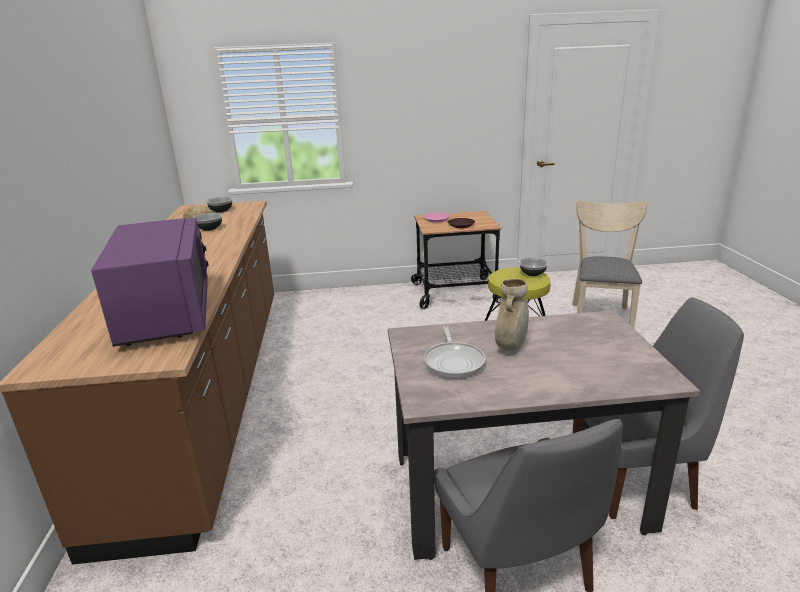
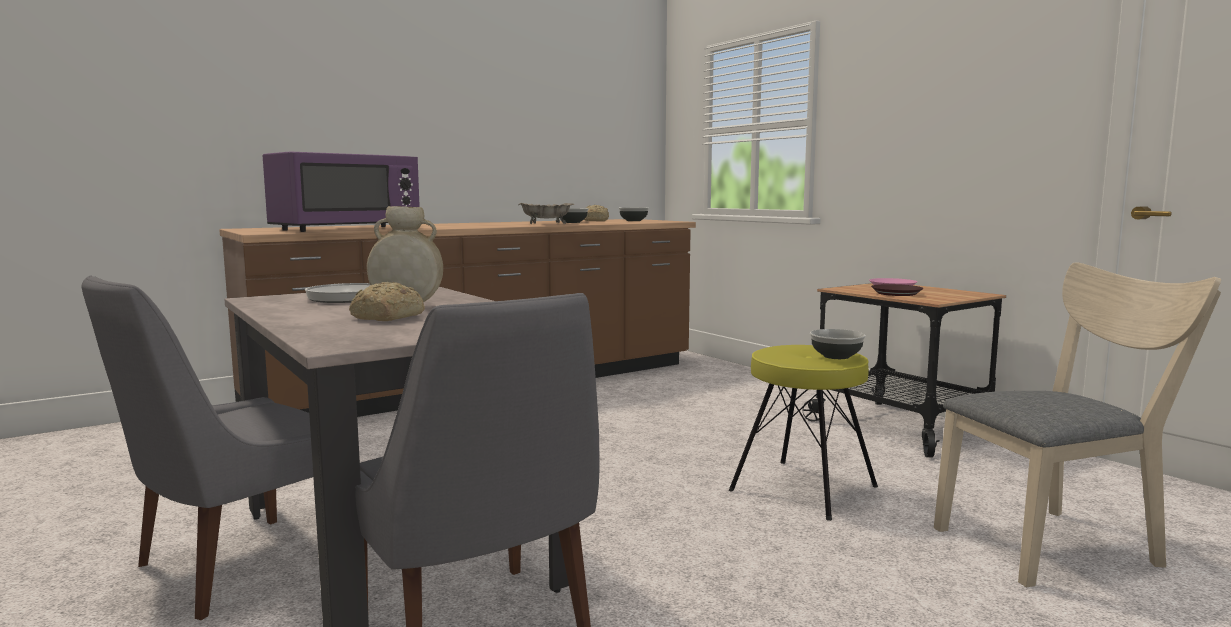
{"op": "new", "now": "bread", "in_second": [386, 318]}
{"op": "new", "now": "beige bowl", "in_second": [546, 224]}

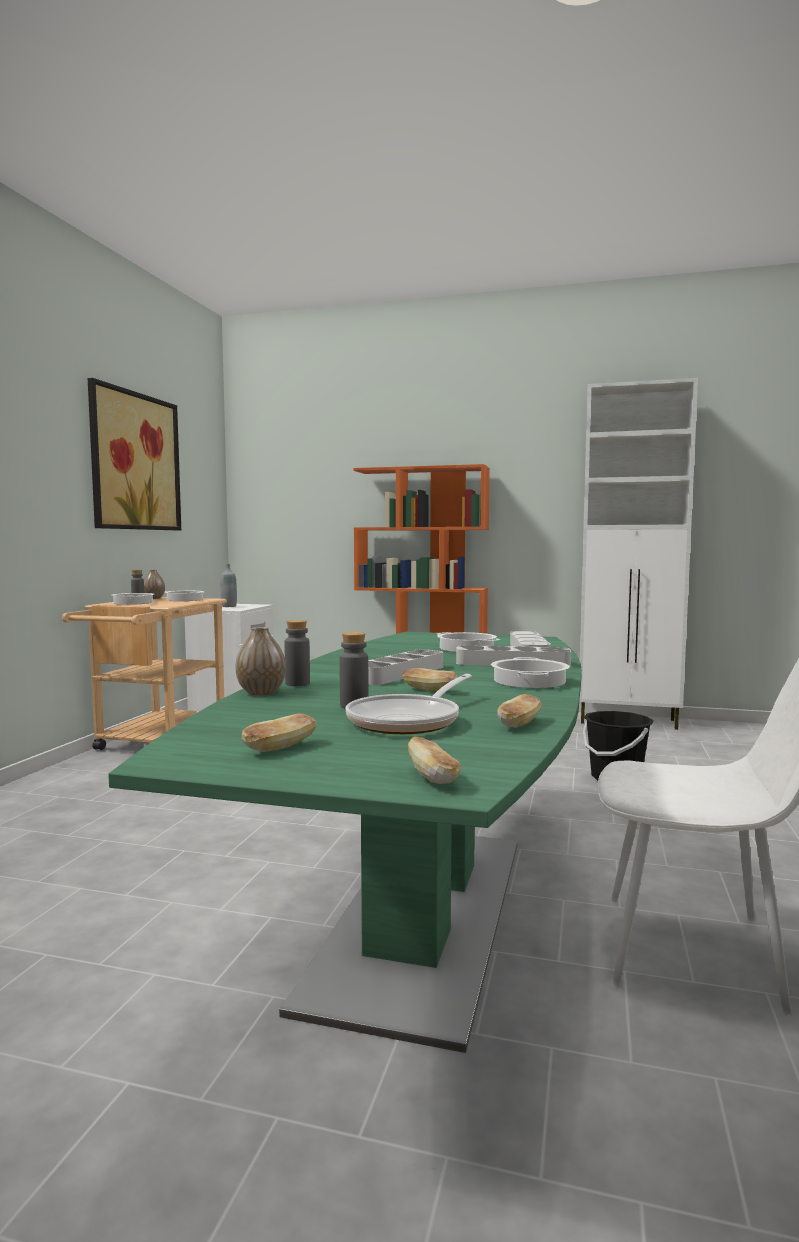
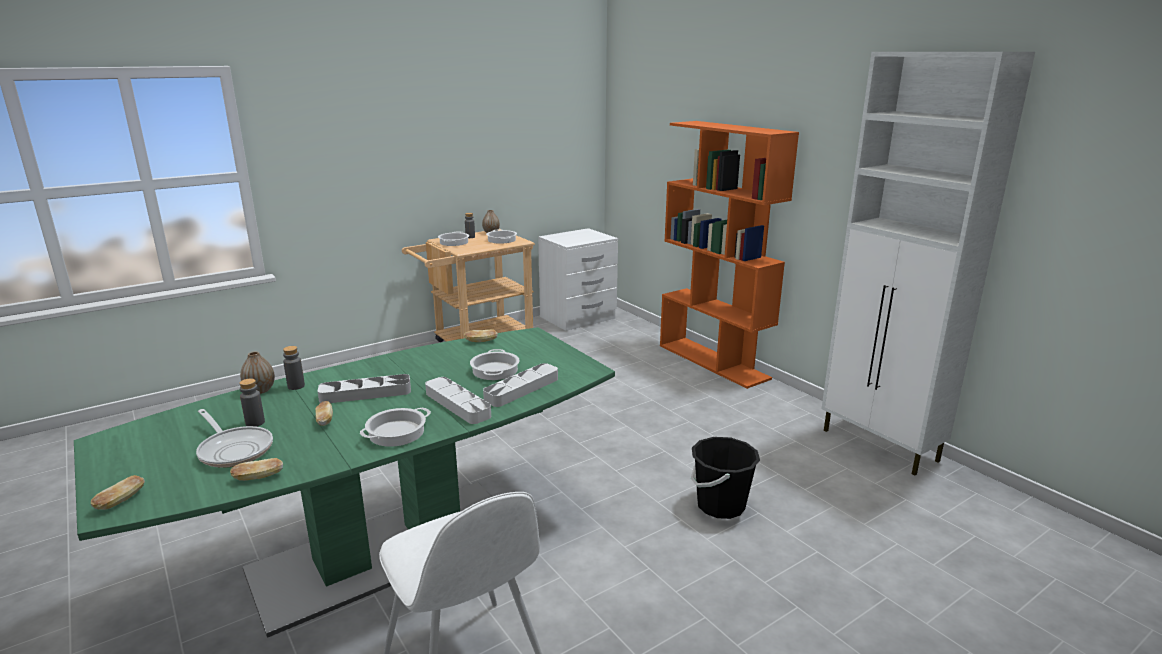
{"op": "rotated", "was": "frying pan", "in_first": [409, 721], "in_second": [234, 449], "clockwise": -120}
{"op": "shifted", "was": "bread", "in_first": [280, 748], "in_second": [481, 341]}
{"op": "gone", "was": "picture", "in_first": [135, 462]}
{"op": "gone", "was": "grey bottle", "in_first": [229, 606]}

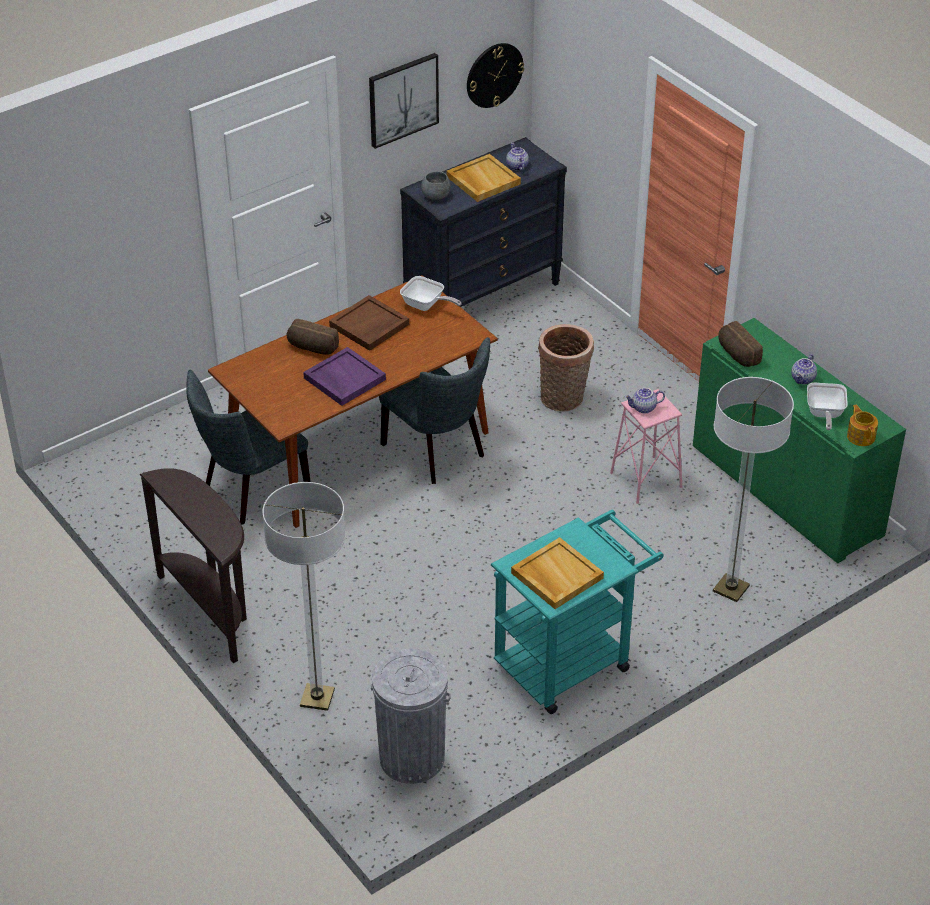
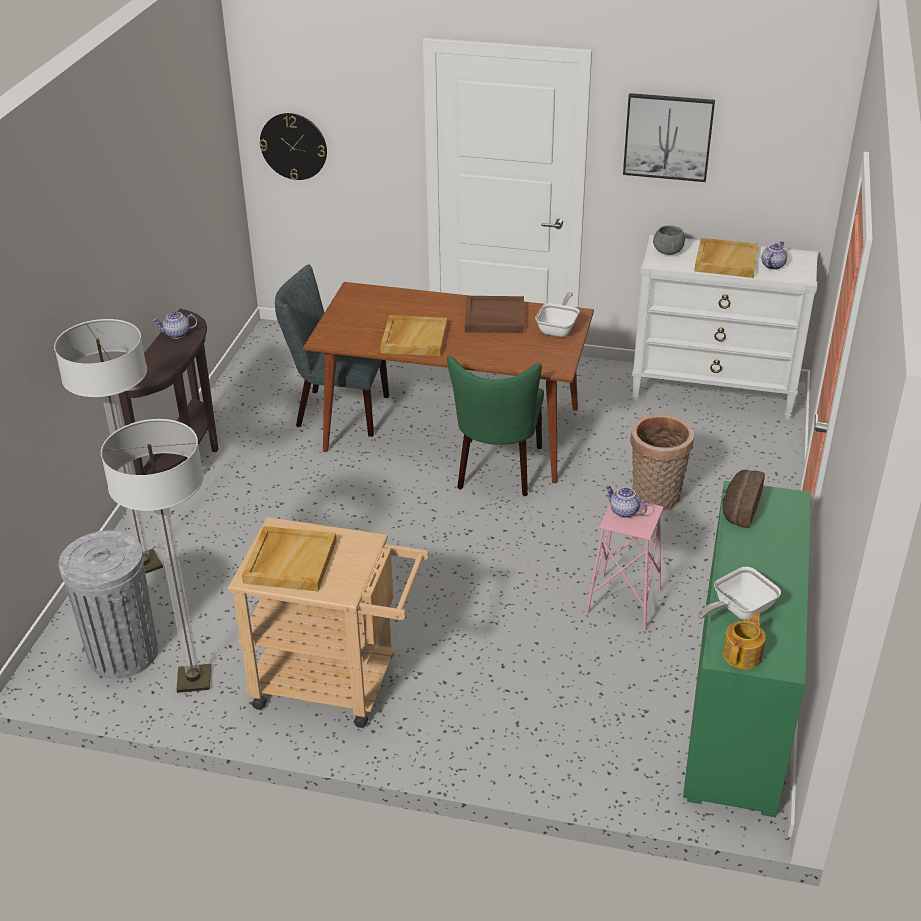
{"op": "shifted", "was": "floor lamp", "in_first": [731, 589], "in_second": [194, 680]}
{"op": "shifted", "was": "teapot", "in_first": [803, 379], "in_second": [177, 334]}
{"op": "repainted", "was": "turquoise cart", "now": "beige cart", "in_first": [571, 660], "in_second": [337, 683]}
{"op": "shifted", "was": "wall clock", "in_first": [494, 75], "in_second": [293, 146]}
{"op": "repainted", "was": "purple tray", "now": "beige tray", "in_first": [344, 379], "in_second": [414, 338]}
{"op": "repainted", "was": "grey chair", "now": "green chair", "in_first": [438, 452], "in_second": [497, 471]}
{"op": "rotated", "was": "frying pan", "in_first": [426, 305], "in_second": [558, 329], "clockwise": -150}
{"op": "repainted", "was": "black dresser", "now": "white dresser", "in_first": [483, 295], "in_second": [713, 392]}
{"op": "gone", "was": "bread", "in_first": [312, 348]}

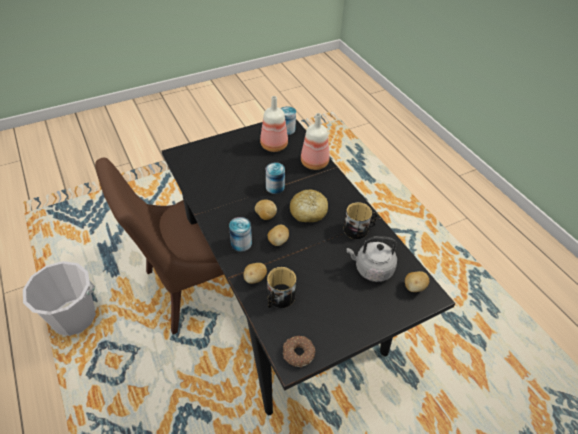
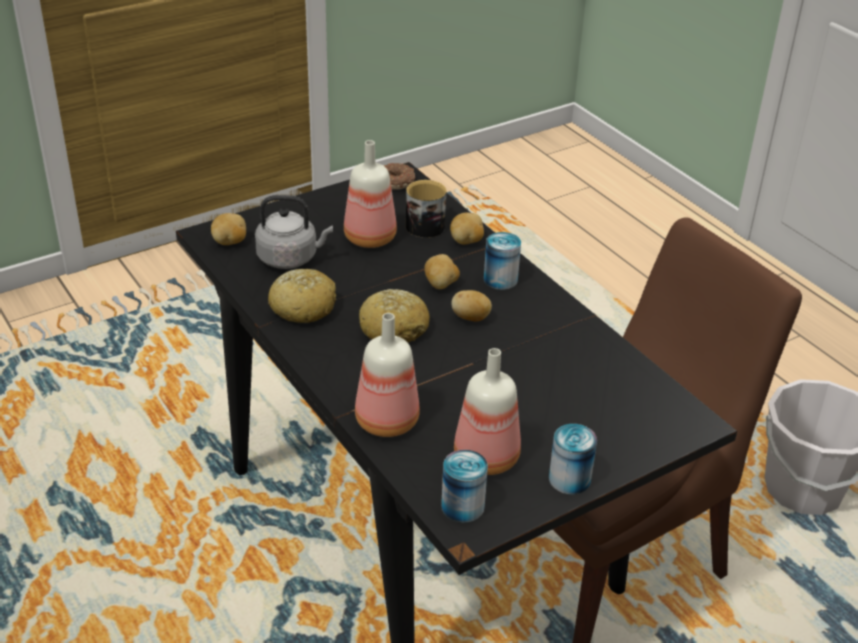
{"op": "swapped", "was": "mug", "now": "bread", "in_first": [359, 229], "in_second": [303, 307]}
{"op": "new", "now": "bottle", "in_second": [371, 239]}
{"op": "shifted", "was": "can", "in_first": [275, 187], "in_second": [569, 479]}

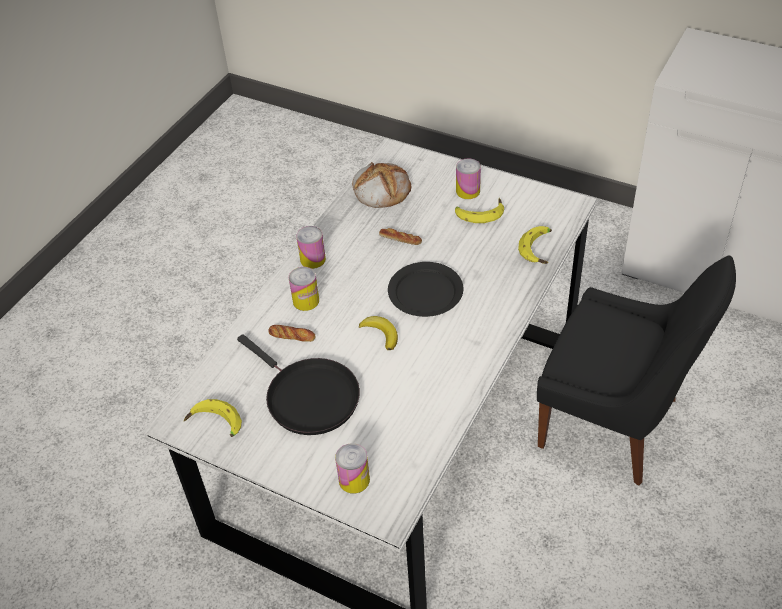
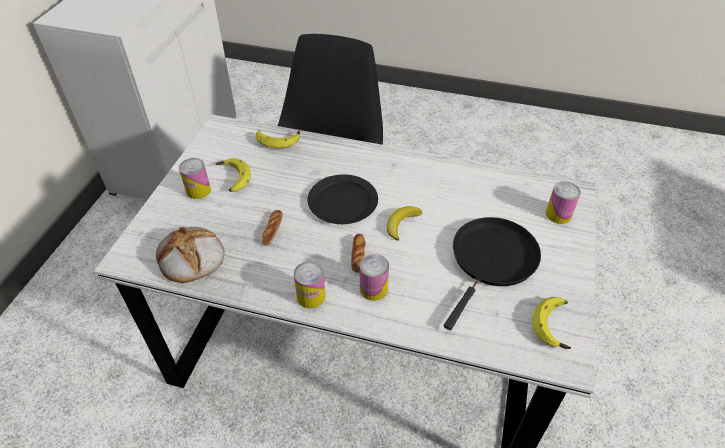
{"op": "shifted", "was": "bread", "in_first": [292, 336], "in_second": [358, 255]}

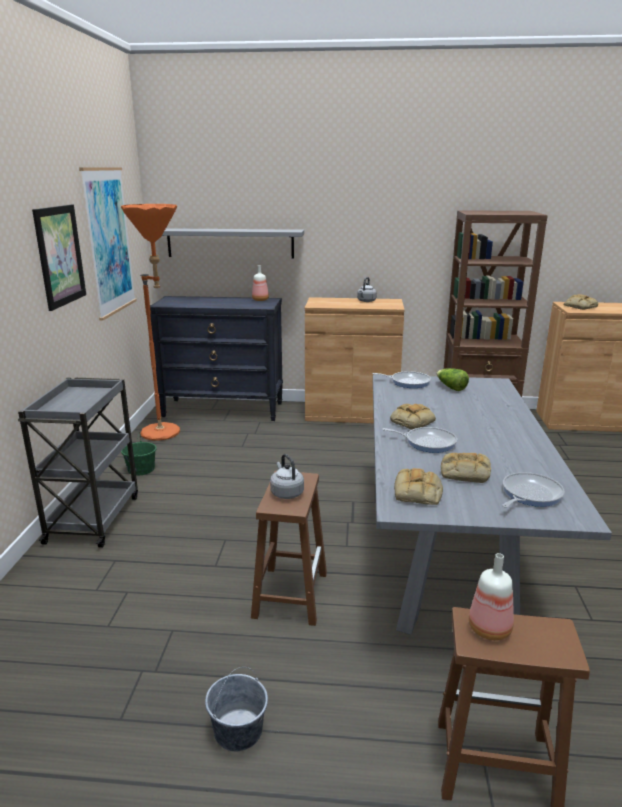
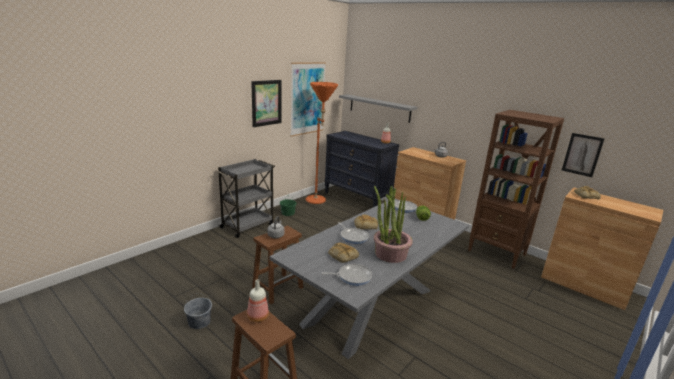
{"op": "new", "now": "potted plant", "in_second": [390, 254]}
{"op": "new", "now": "picture", "in_second": [582, 154]}
{"op": "gone", "was": "bread", "in_first": [418, 493]}

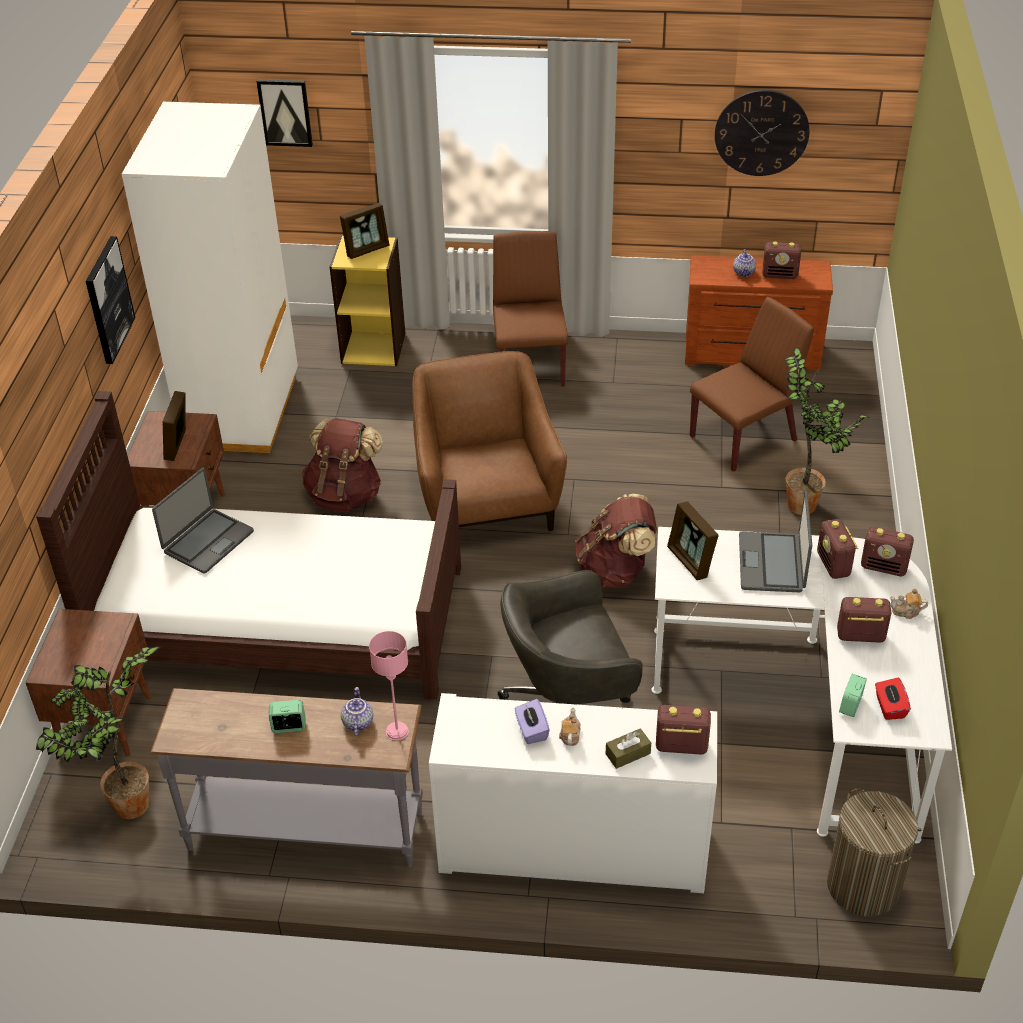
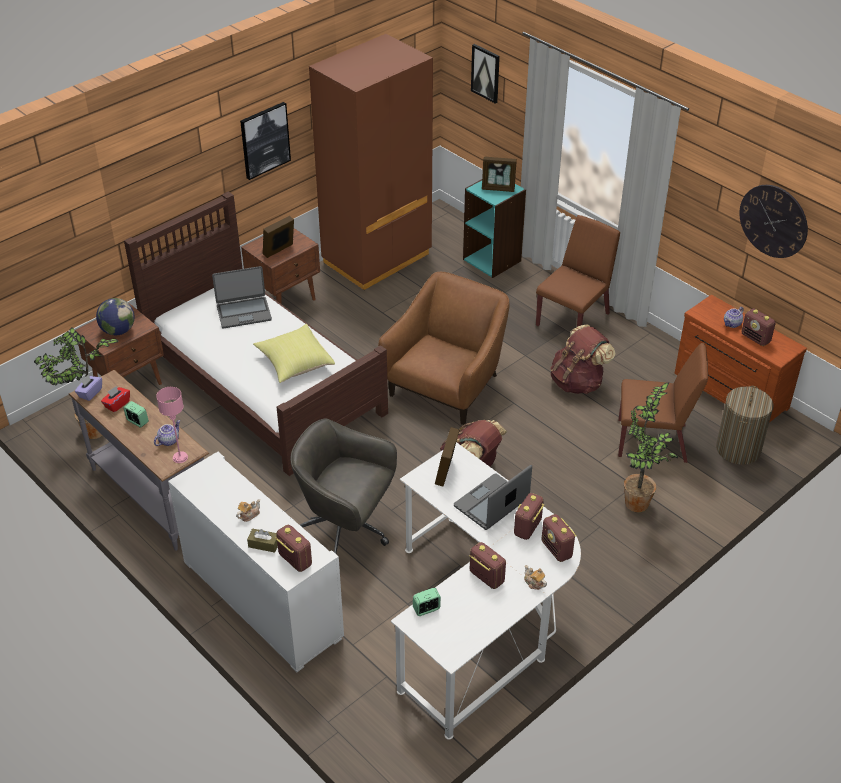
{"op": "shifted", "was": "purple tissue box", "in_first": [531, 730], "in_second": [90, 393]}
{"op": "new", "now": "globe", "in_second": [118, 331]}
{"op": "shifted", "was": "red tissue box", "in_first": [889, 707], "in_second": [117, 404]}
{"op": "new", "now": "yellow pillow", "in_second": [294, 363]}
{"op": "repainted", "was": "white wardrobe", "now": "brown wardrobe", "in_first": [242, 412], "in_second": [377, 259]}
{"op": "repainted", "was": "yellow bookcase", "now": "turquoise bookcase", "in_first": [373, 348], "in_second": [492, 260]}
{"op": "shifted", "was": "brown backpack", "in_first": [345, 495], "in_second": [578, 382]}
{"op": "shifted", "was": "laundry basket", "in_first": [863, 886], "in_second": [738, 449]}

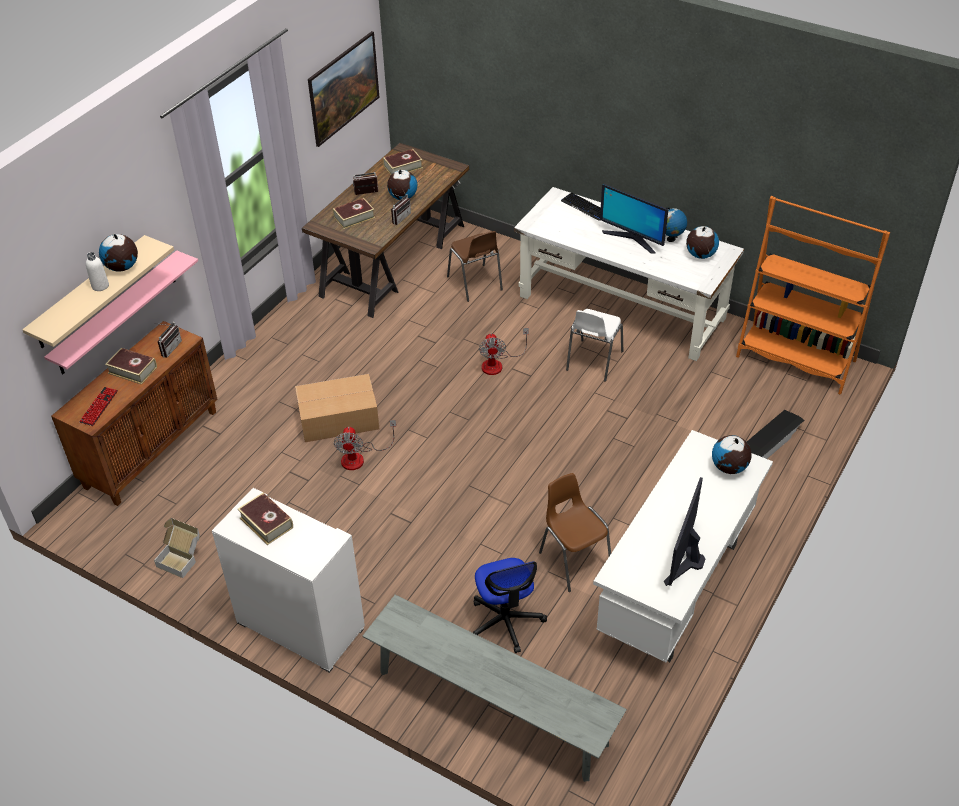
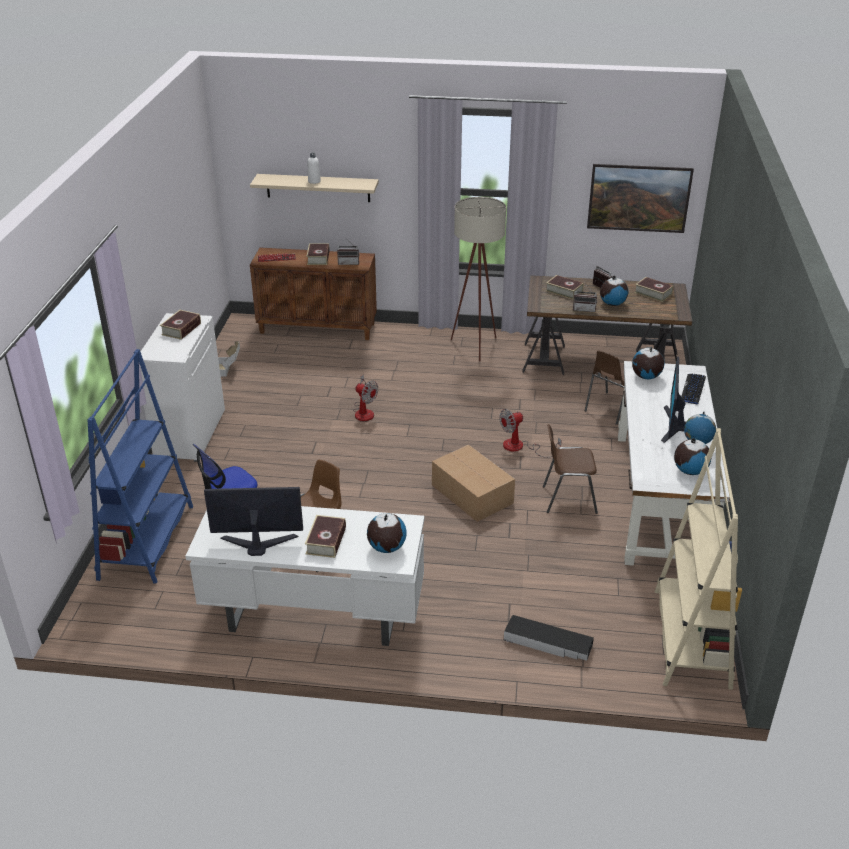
{"op": "swapped", "was": "grey bench", "now": "blue bookcase", "in_first": [491, 708], "in_second": [147, 542]}
{"op": "new", "now": "book", "in_second": [326, 541]}
{"op": "rotated", "was": "fan", "in_first": [360, 457], "in_second": [364, 411], "clockwise": -120}
{"op": "shifted", "was": "cardboard box", "in_first": [340, 419], "in_second": [472, 495]}
{"op": "new", "now": "beige floor lamp", "in_second": [475, 349]}
{"op": "repainted", "was": "white chair", "now": "brown chair", "in_first": [593, 361], "in_second": [567, 499]}
{"op": "shifted", "was": "globe", "in_first": [122, 267], "in_second": [646, 377]}
{"op": "repainted", "was": "orange bookcase", "now": "beige bookcase", "in_first": [796, 359], "in_second": [691, 638]}
{"op": "gone", "was": "pink shelf", "in_first": [117, 313]}

